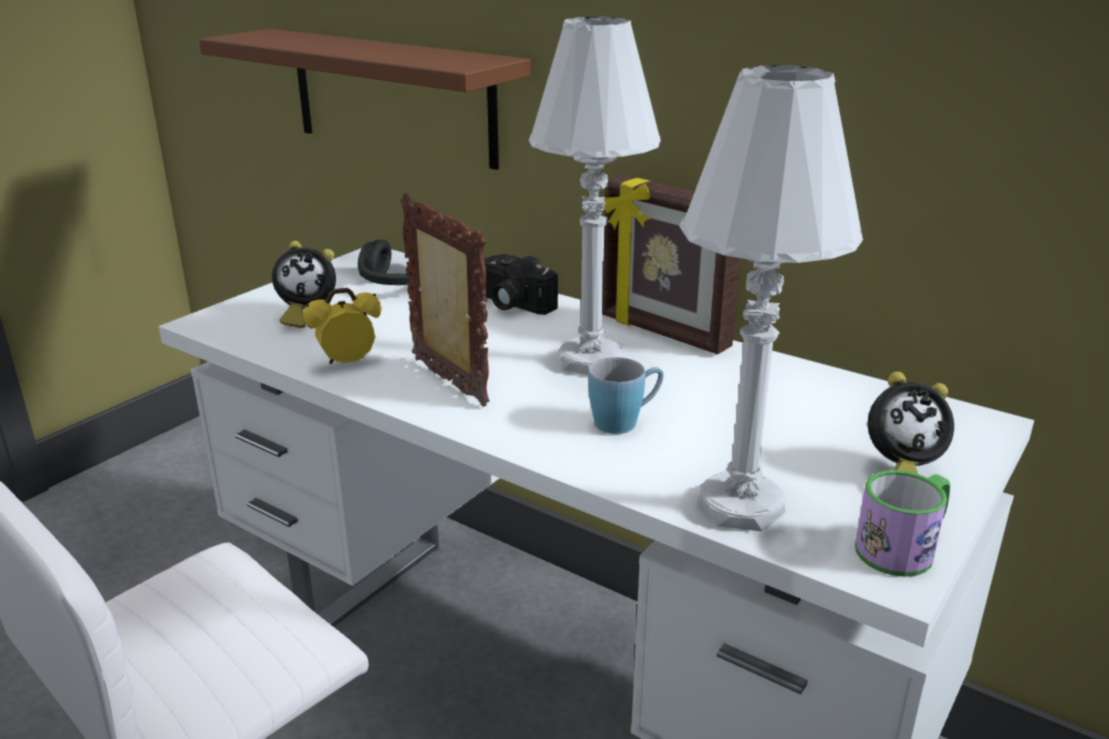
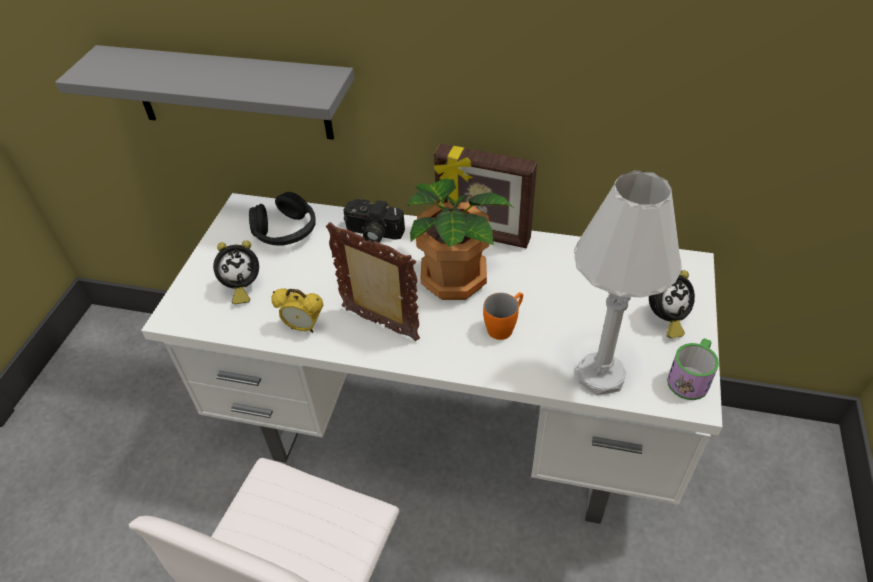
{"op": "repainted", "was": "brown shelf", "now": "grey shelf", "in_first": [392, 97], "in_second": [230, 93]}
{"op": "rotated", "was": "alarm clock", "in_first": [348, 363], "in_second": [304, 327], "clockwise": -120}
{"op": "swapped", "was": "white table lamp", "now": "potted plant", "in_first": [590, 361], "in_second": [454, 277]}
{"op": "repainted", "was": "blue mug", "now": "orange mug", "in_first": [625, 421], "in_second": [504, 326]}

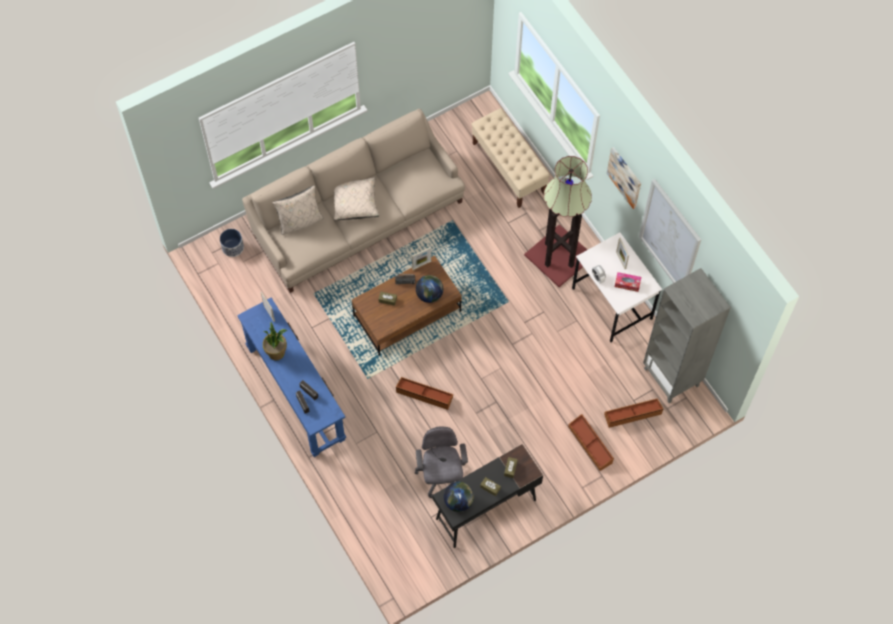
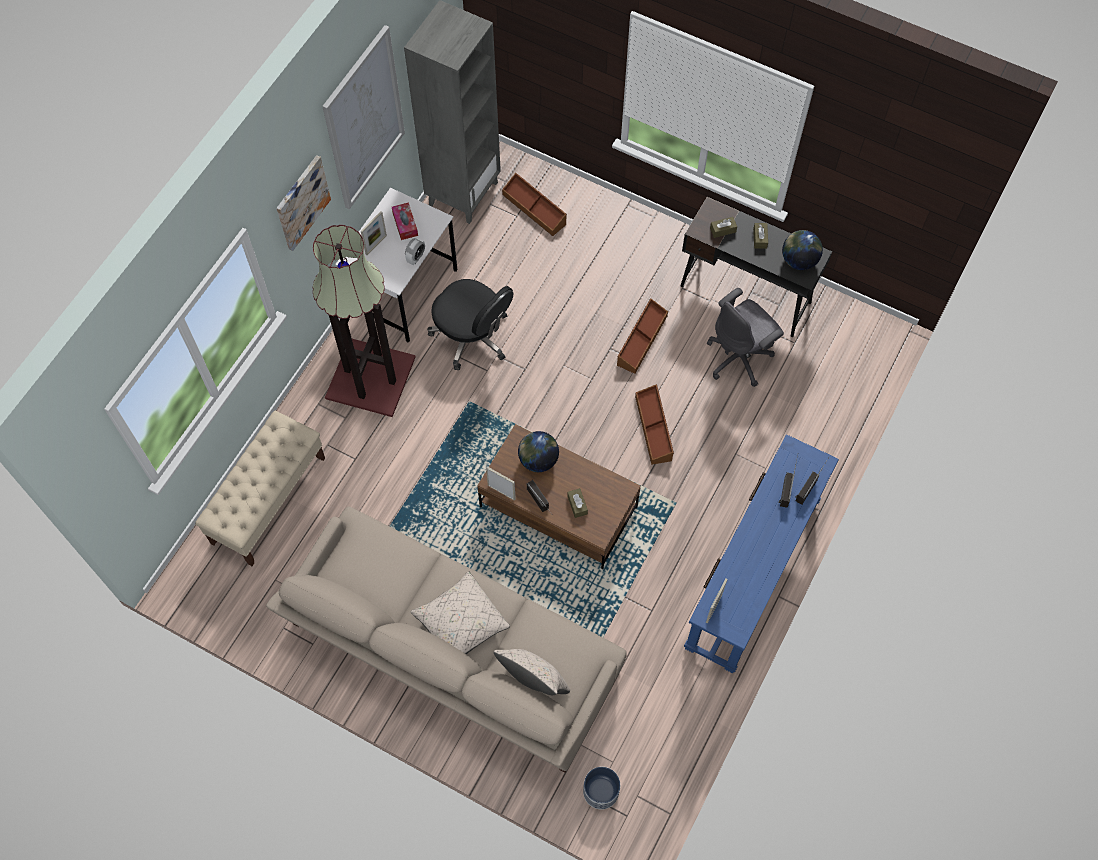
{"op": "new", "now": "black office chair", "in_second": [472, 336]}
{"op": "shifted", "was": "brown storage box", "in_first": [590, 444], "in_second": [641, 340]}
{"op": "gone", "was": "potted plant", "in_first": [277, 353]}

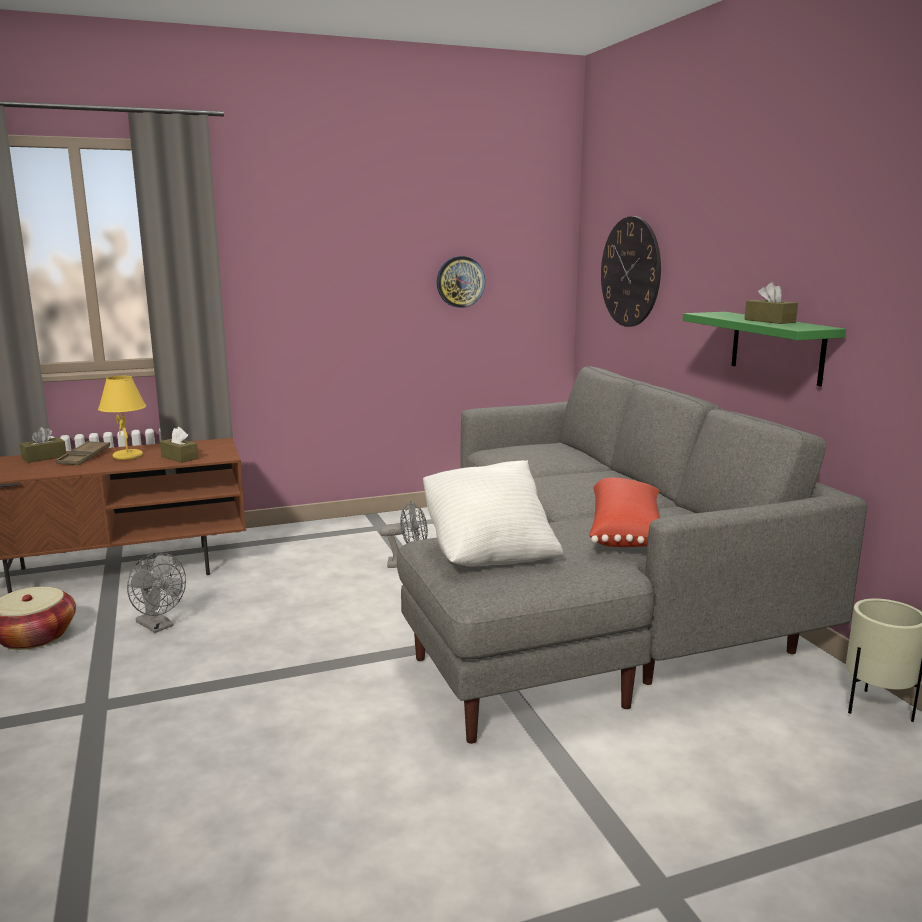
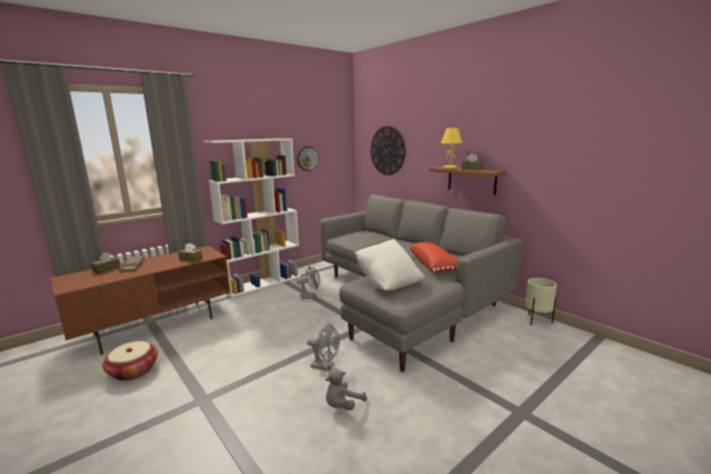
{"op": "new", "now": "white bookcase", "in_second": [263, 283]}
{"op": "shifted", "was": "grey fan", "in_first": [158, 626], "in_second": [326, 366]}
{"op": "new", "now": "grey plush toy", "in_second": [342, 405]}
{"op": "repainted", "was": "green shelf", "now": "brown shelf", "in_first": [777, 347], "in_second": [471, 180]}
{"op": "shifted", "was": "yellow table lamp", "in_first": [128, 456], "in_second": [450, 168]}

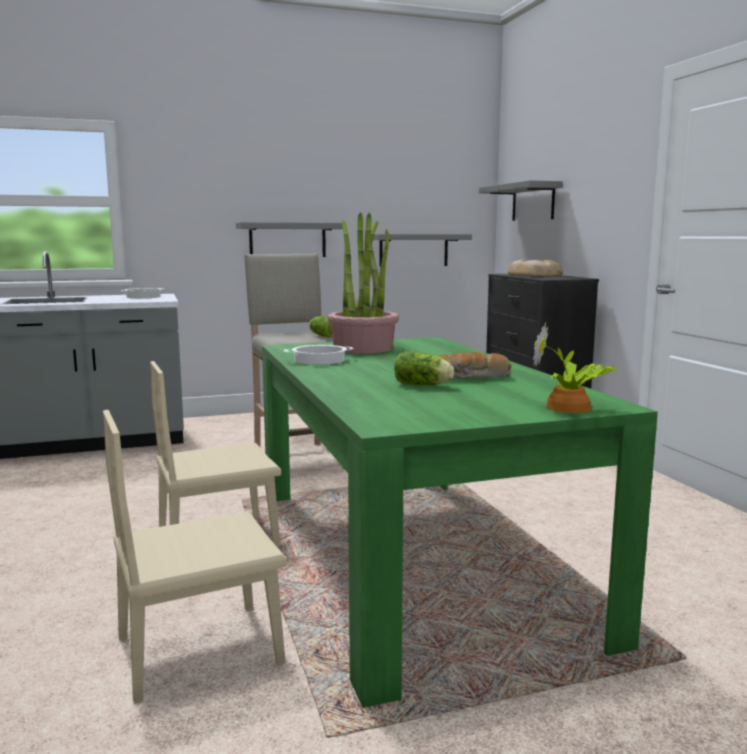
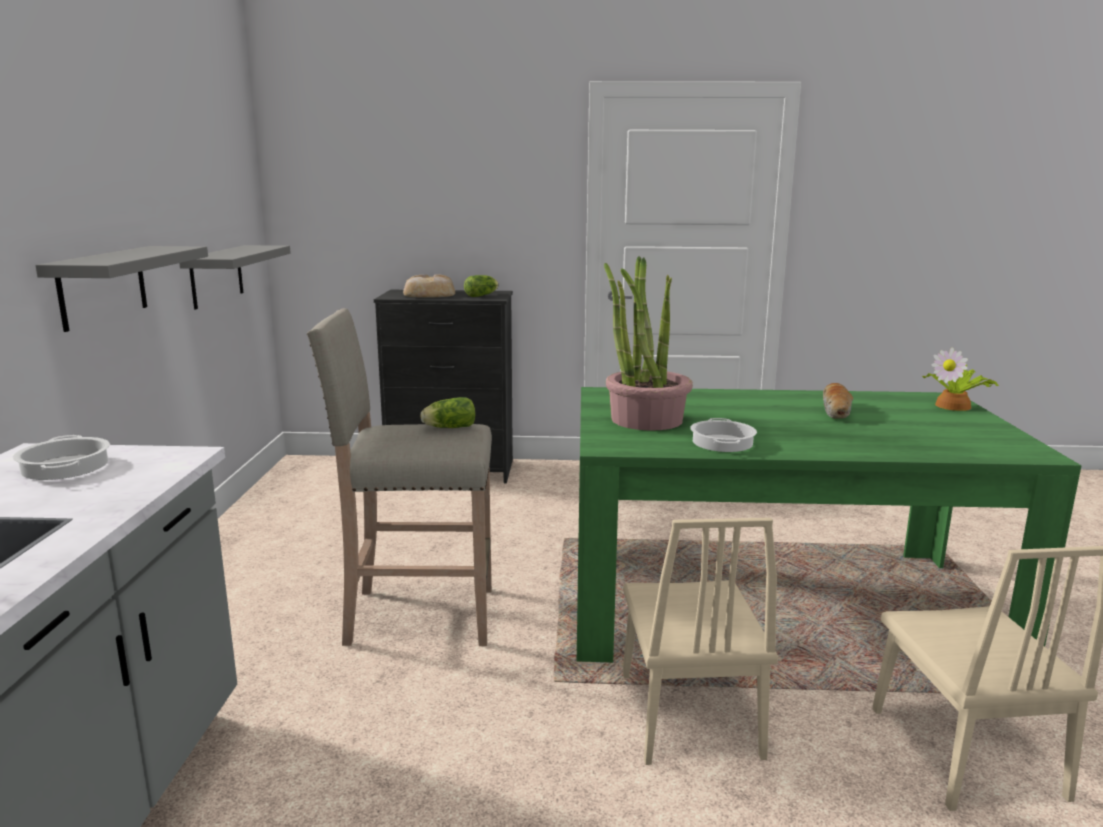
{"op": "shifted", "was": "lettuce", "in_first": [424, 385], "in_second": [482, 295]}
{"op": "gone", "was": "grey shelf", "in_first": [533, 202]}

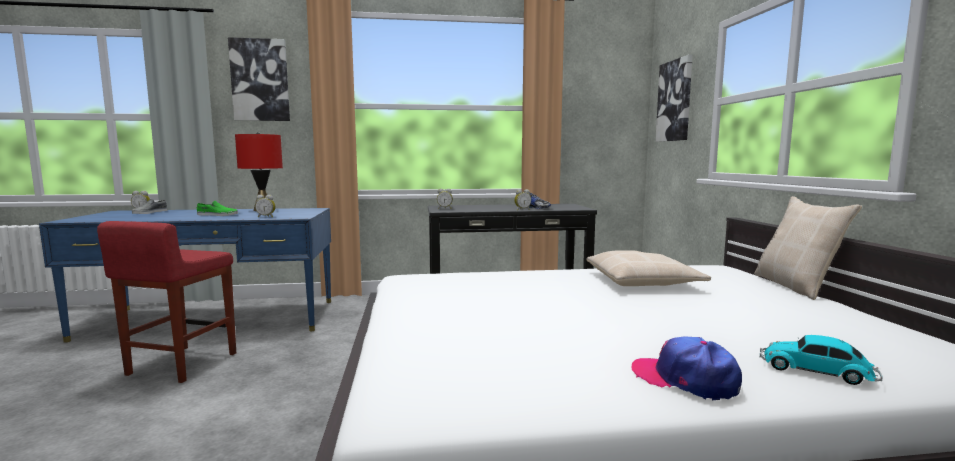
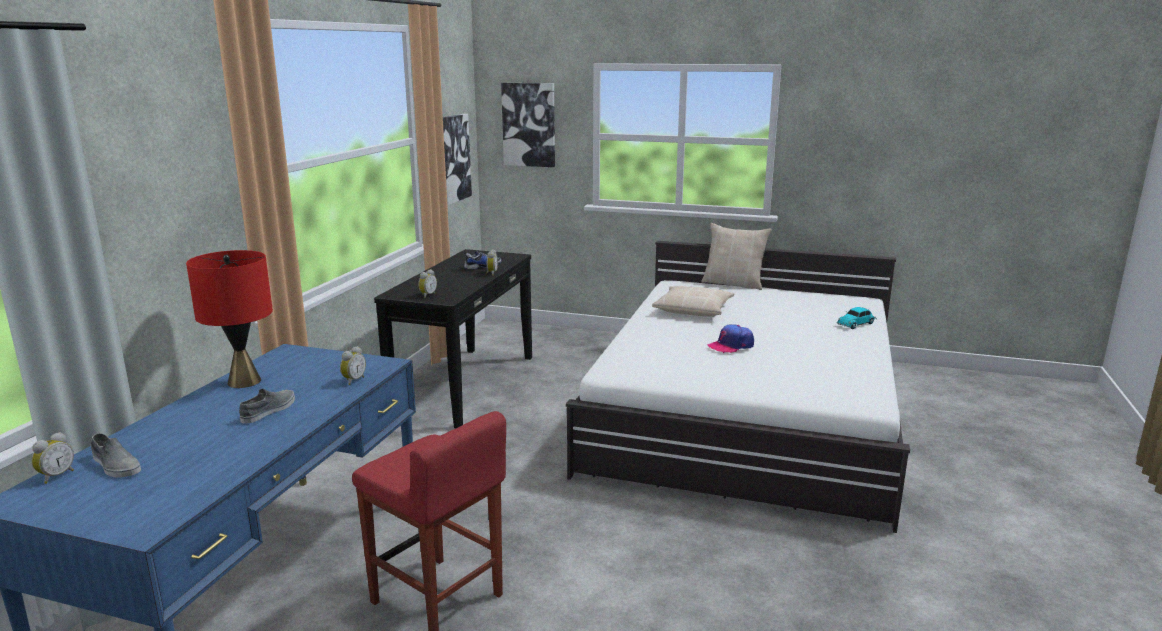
{"op": "repainted", "was": "green shoe", "now": "grey shoe", "in_first": [217, 215], "in_second": [269, 410]}
{"op": "shifted", "was": "picture", "in_first": [260, 80], "in_second": [453, 158]}
{"op": "shifted", "was": "cap", "in_first": [685, 379], "in_second": [731, 346]}

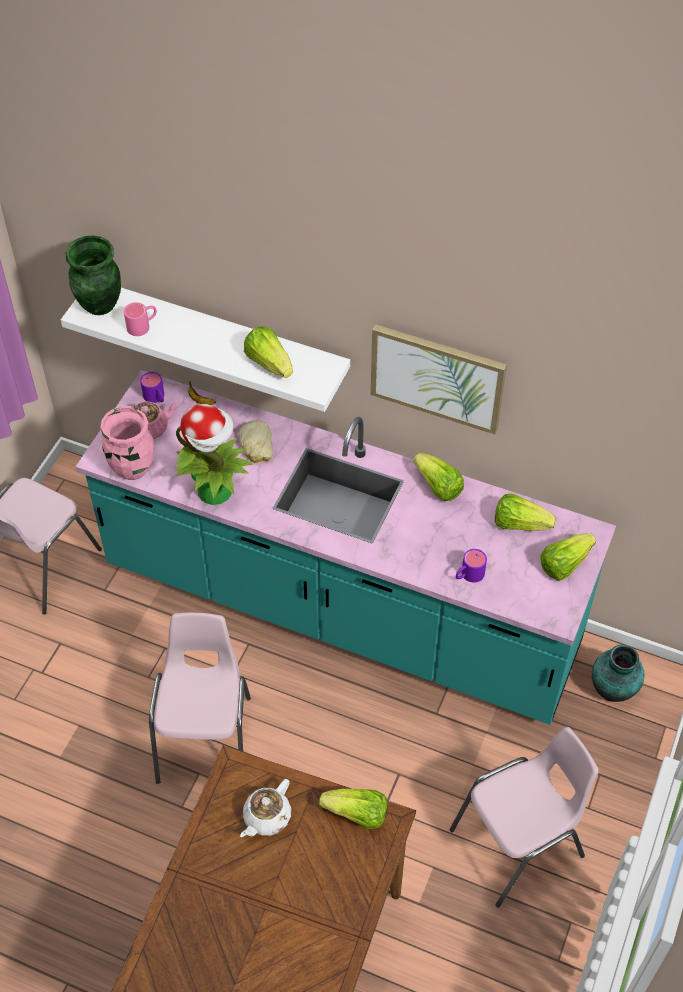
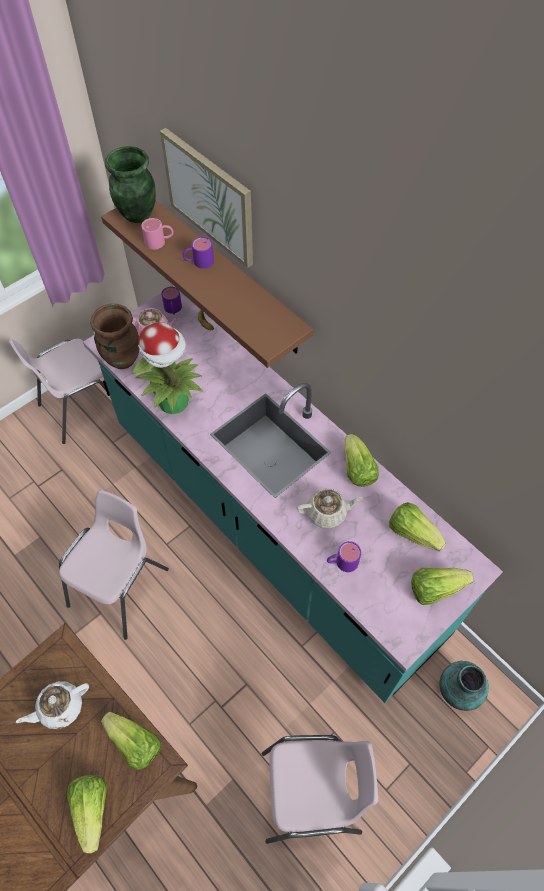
{"op": "shifted", "was": "lettuce", "in_first": [269, 363], "in_second": [92, 809]}
{"op": "repainted", "was": "pink vase", "now": "brown vase", "in_first": [132, 468], "in_second": [122, 359]}
{"op": "repainted", "was": "white shelf", "now": "brown shelf", "in_first": [219, 337], "in_second": [224, 274]}
{"op": "shifted", "was": "picture", "in_first": [437, 377], "in_second": [210, 197]}
{"op": "new", "now": "purple mug", "in_second": [198, 262]}
{"op": "new", "now": "beige teapot", "in_second": [327, 513]}
{"op": "gone", "was": "bread", "in_first": [256, 445]}

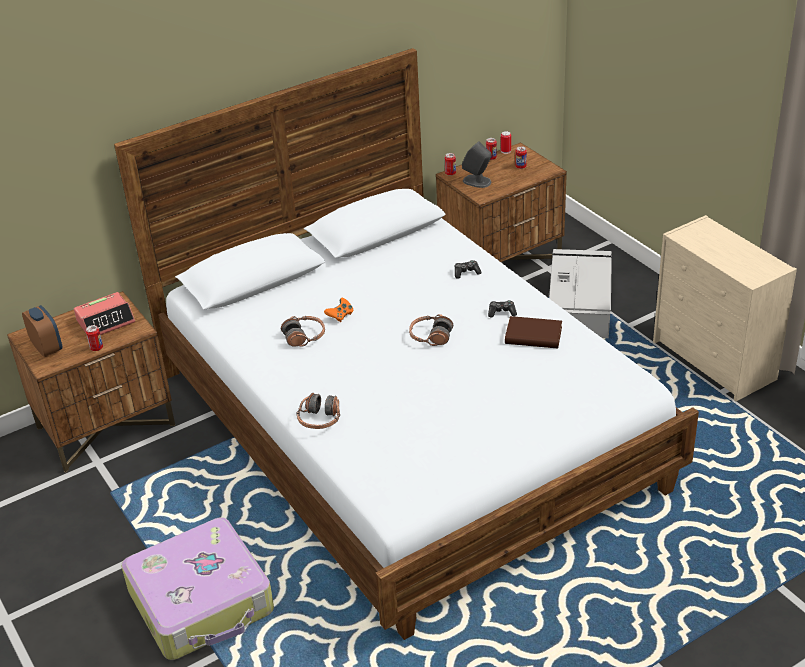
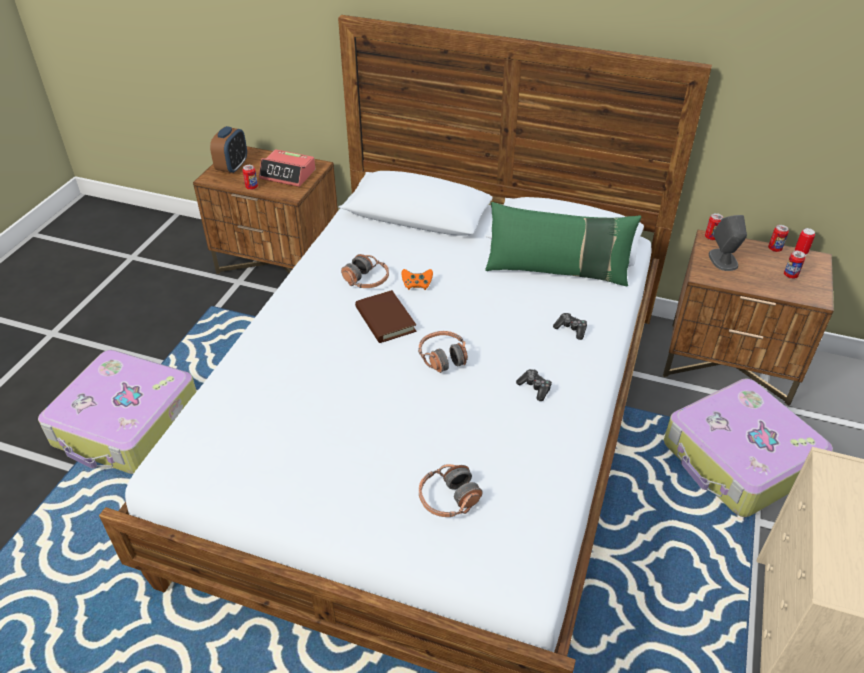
{"op": "shifted", "was": "brown book", "in_first": [533, 336], "in_second": [385, 319]}
{"op": "shifted", "was": "headphones", "in_first": [320, 419], "in_second": [448, 499]}
{"op": "new", "now": "green pillow", "in_second": [557, 271]}
{"op": "swapped", "was": "grey storage box", "now": "suitcase", "in_first": [579, 305], "in_second": [739, 460]}

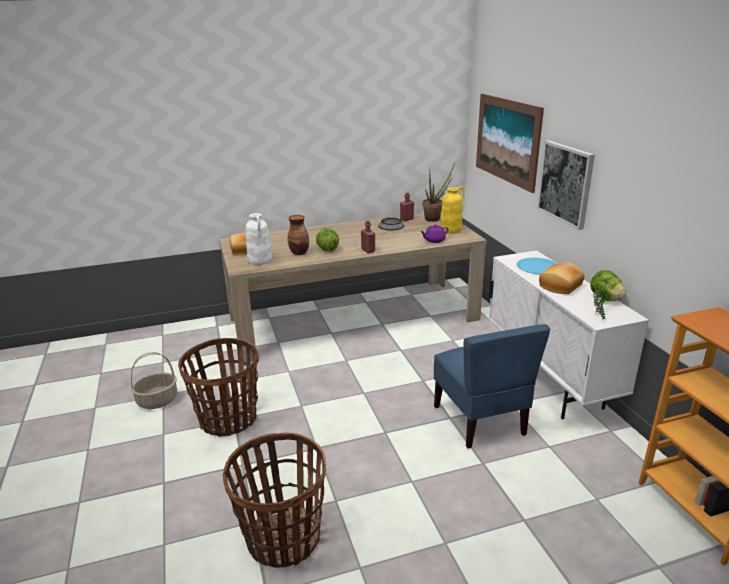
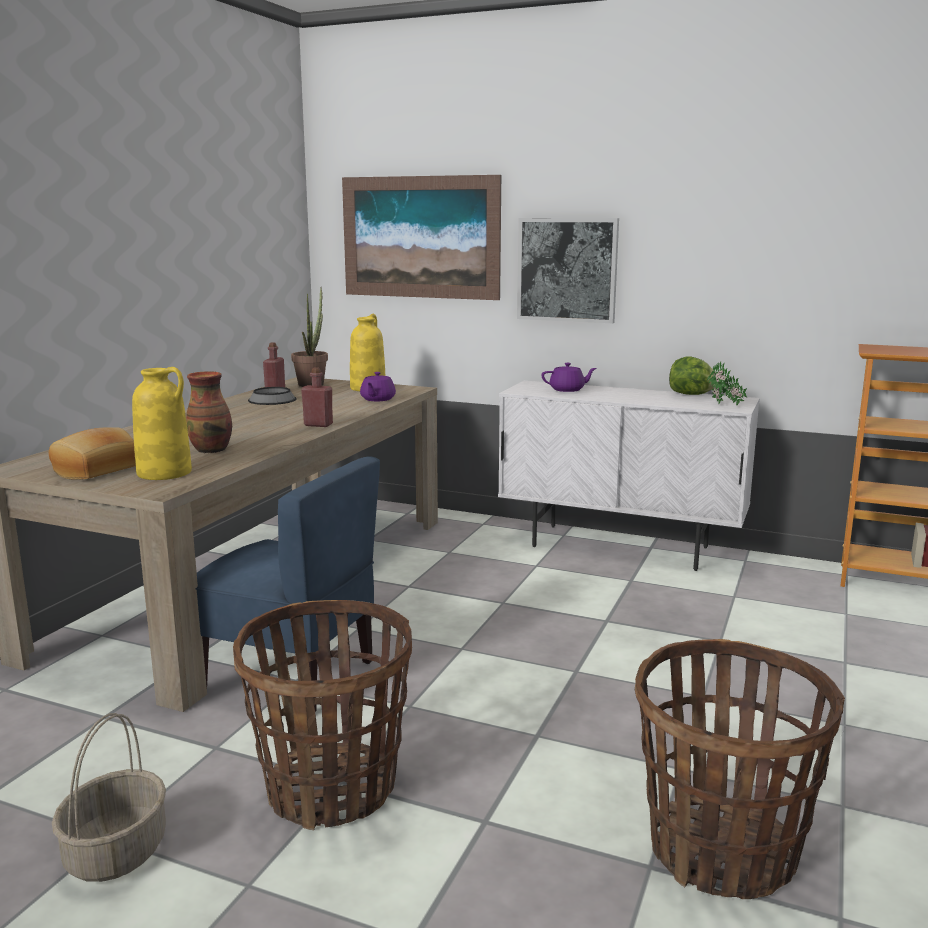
{"op": "repainted", "was": "white vase", "now": "yellow vase", "in_first": [260, 260], "in_second": [165, 473]}
{"op": "shifted", "was": "blue chair", "in_first": [480, 420], "in_second": [290, 675]}
{"op": "swapped", "was": "blue plate", "now": "purple teapot", "in_first": [538, 267], "in_second": [567, 390]}
{"op": "gone", "was": "lettuce", "in_first": [327, 249]}
{"op": "gone", "was": "bread", "in_first": [561, 286]}

